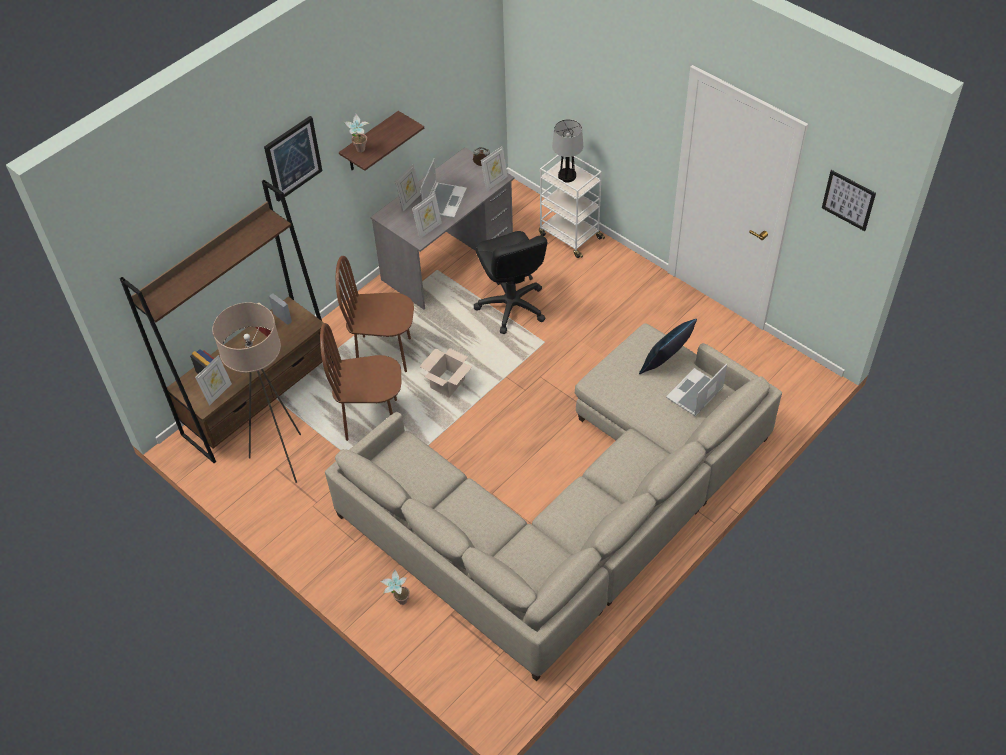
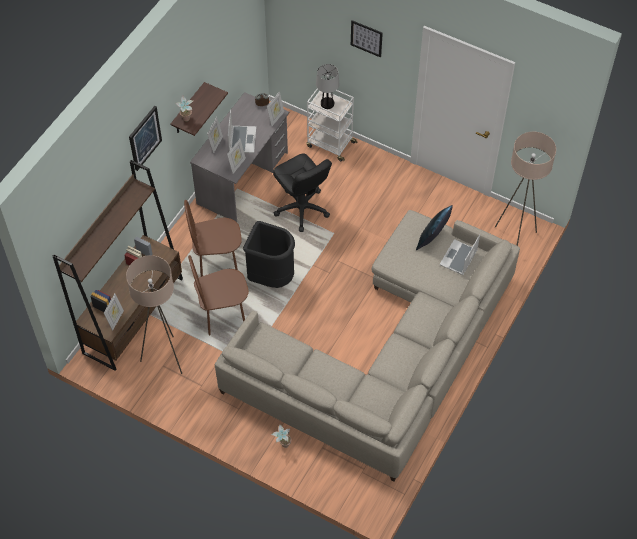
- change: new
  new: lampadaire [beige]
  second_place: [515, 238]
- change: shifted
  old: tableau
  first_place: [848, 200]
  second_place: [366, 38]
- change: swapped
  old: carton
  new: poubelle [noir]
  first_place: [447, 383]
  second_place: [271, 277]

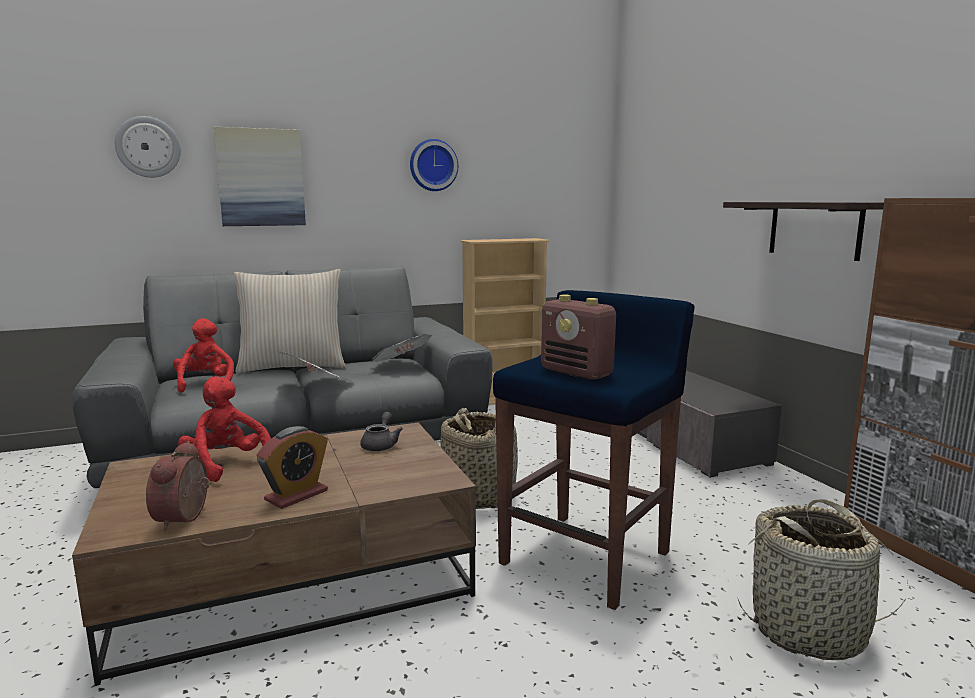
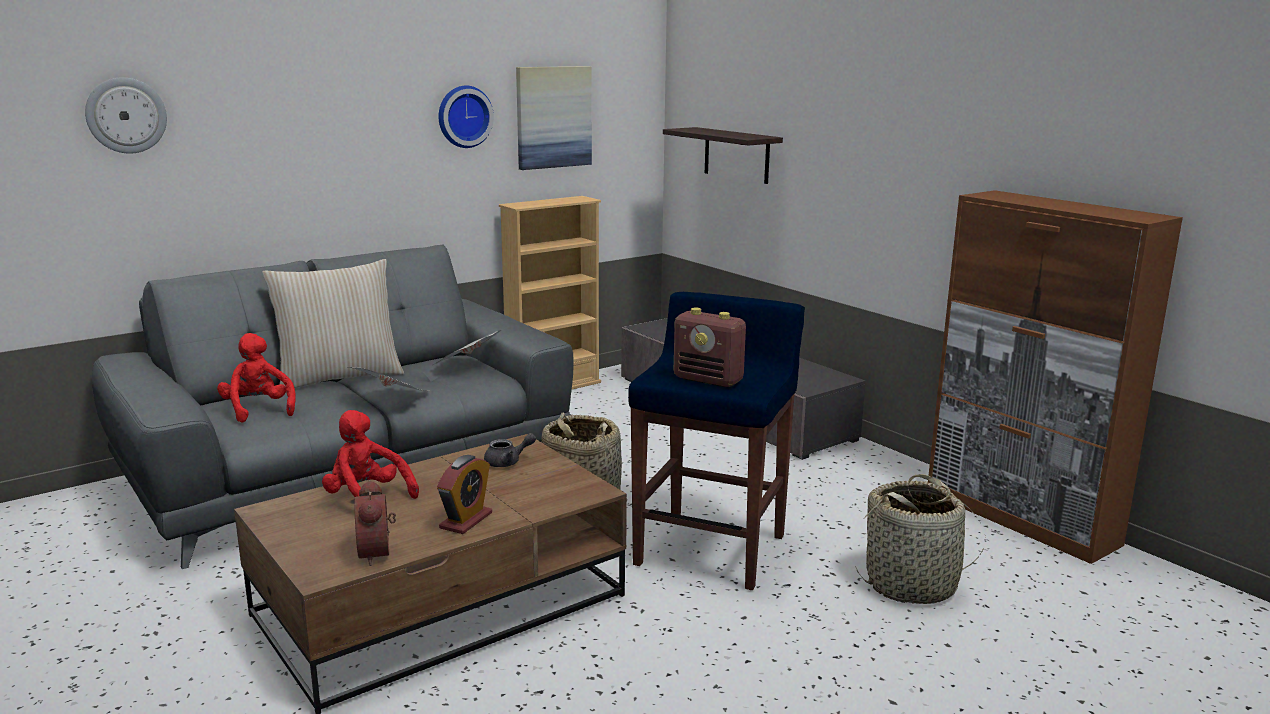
- change: shifted
  old: tableau
  first_place: [261, 177]
  second_place: [553, 117]
- change: shifted
  old: étagère
  first_place: [814, 229]
  second_place: [736, 155]
- change: rotated
  old: théière [gris]
  first_place: [381, 445]
  second_place: [508, 462]
  degrees: 75

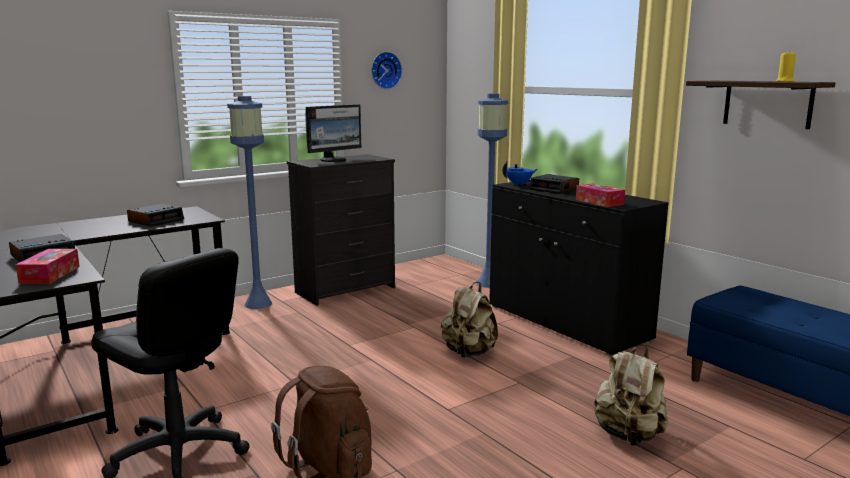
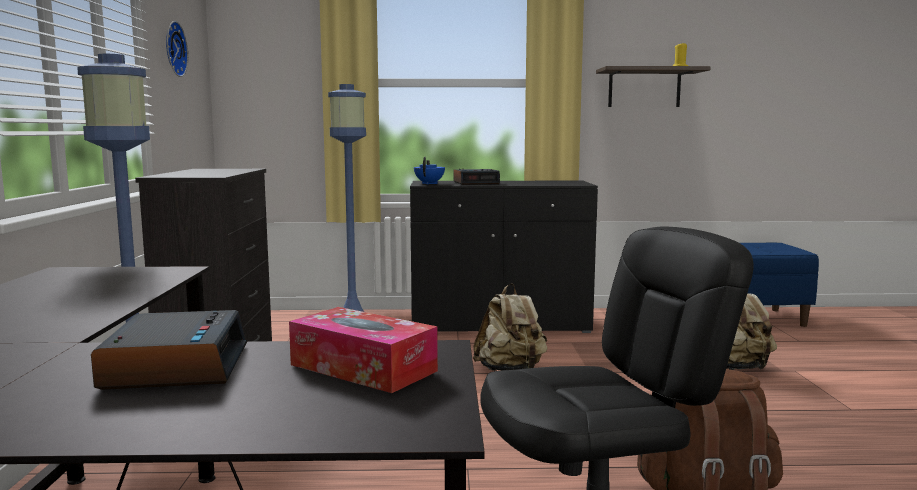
- change: gone
  old: réveil
  first_place: [156, 220]
- change: gone
  old: écran d'ordinateur
  first_place: [334, 160]
- change: gone
  old: boîte à mouchoirs
  first_place: [599, 202]

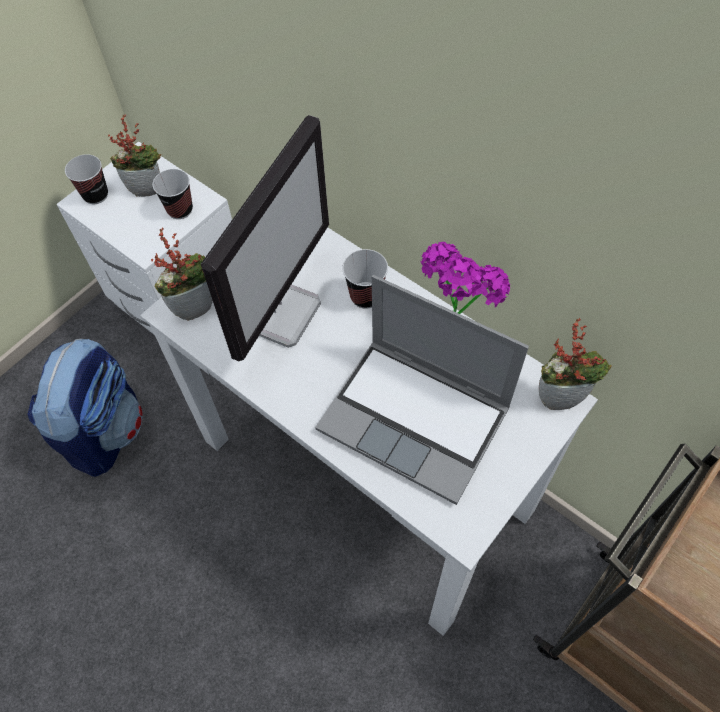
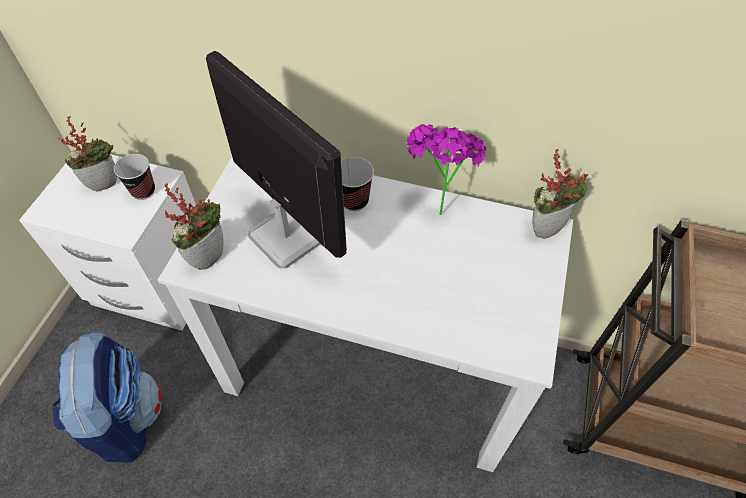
- change: gone
  old: tasse
  first_place: [96, 195]
- change: gone
  old: ordinateur portable
  first_place: [416, 419]
- change: rotated
  old: écran d'ordinateur
  first_place: [279, 311]
  second_place: [286, 235]
  degrees: -45

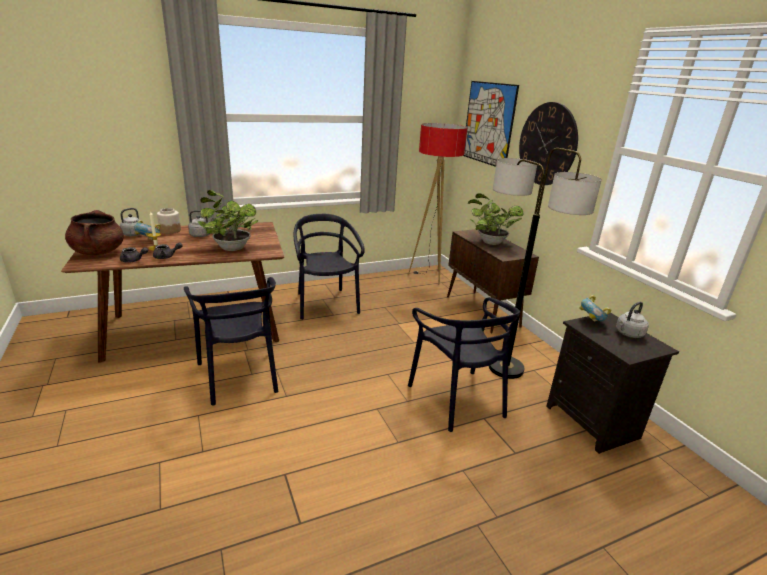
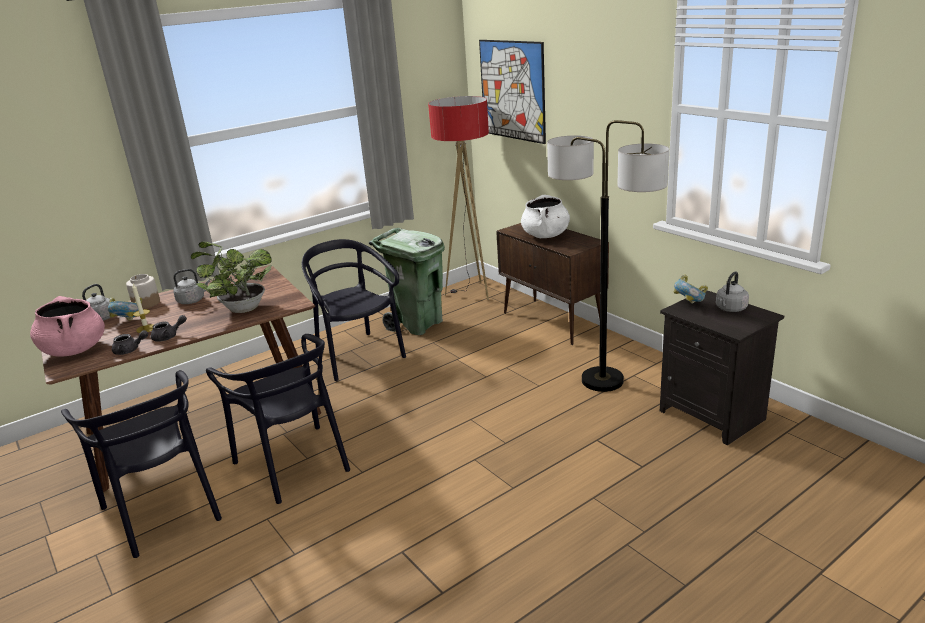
- change: gone
  old: horloge murale
  first_place: [547, 144]
- change: new
  new: poubelle [vert]
  second_place: [417, 324]
- change: shifted
  old: chaise [noir]
  first_place: [457, 399]
  second_place: [165, 510]
- change: swapped
  old: plante en pot
  new: marmite [blanc]
  first_place: [489, 242]
  second_place: [545, 235]
- change: repainted
  old: marmite [marron]
  new: marmite [rose]
  first_place: [98, 252]
  second_place: [74, 350]

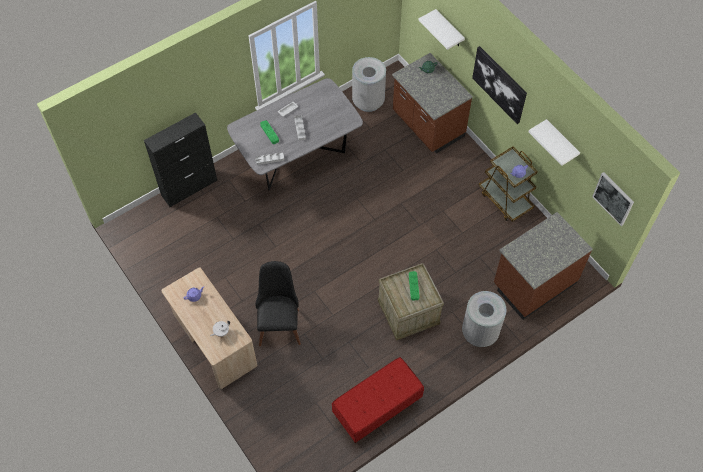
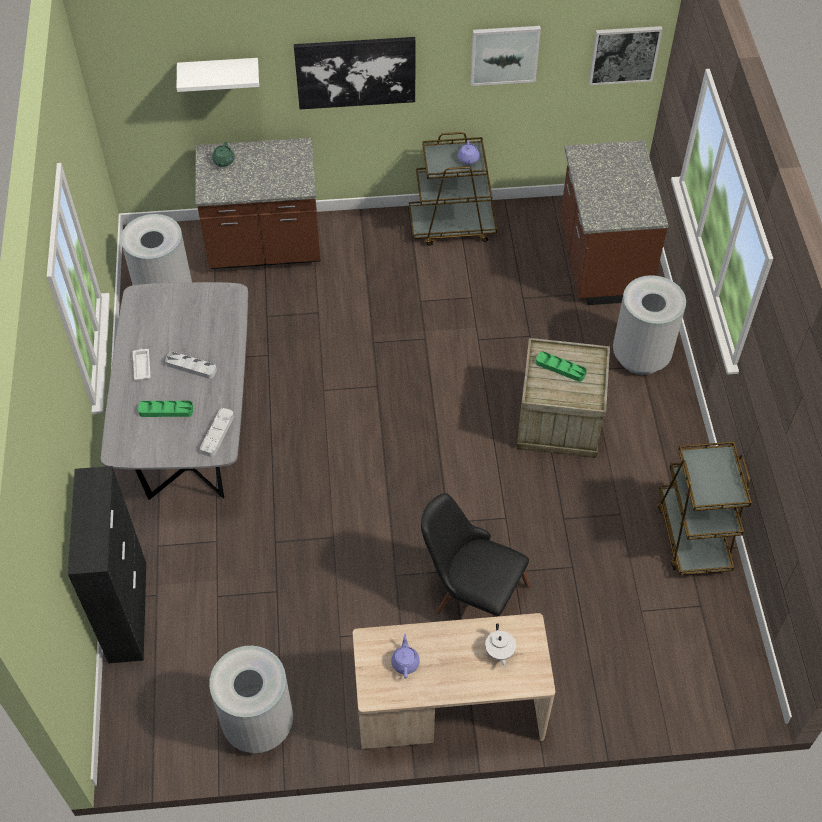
- change: new
  new: poubelle [gris]
  second_place: [258, 723]
- change: swapped
  old: banc [rouge]
  new: chariot [marron]
  first_place: [377, 408]
  second_place: [693, 535]
- change: swapped
  old: étagère [blanc]
  new: tableau
  first_place: [561, 141]
  second_place: [504, 54]

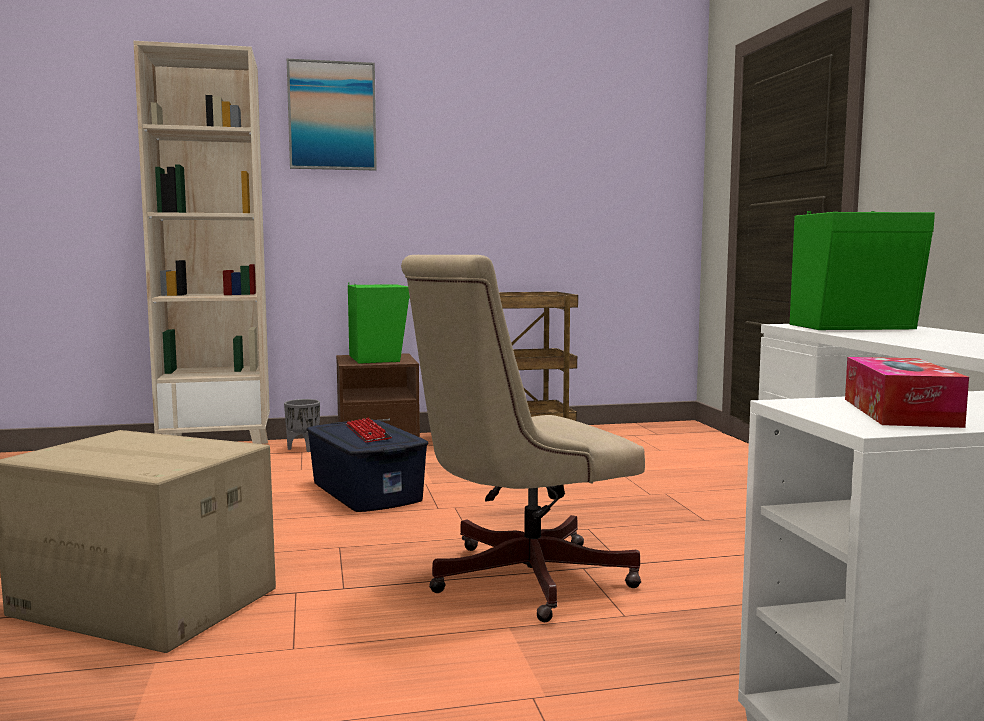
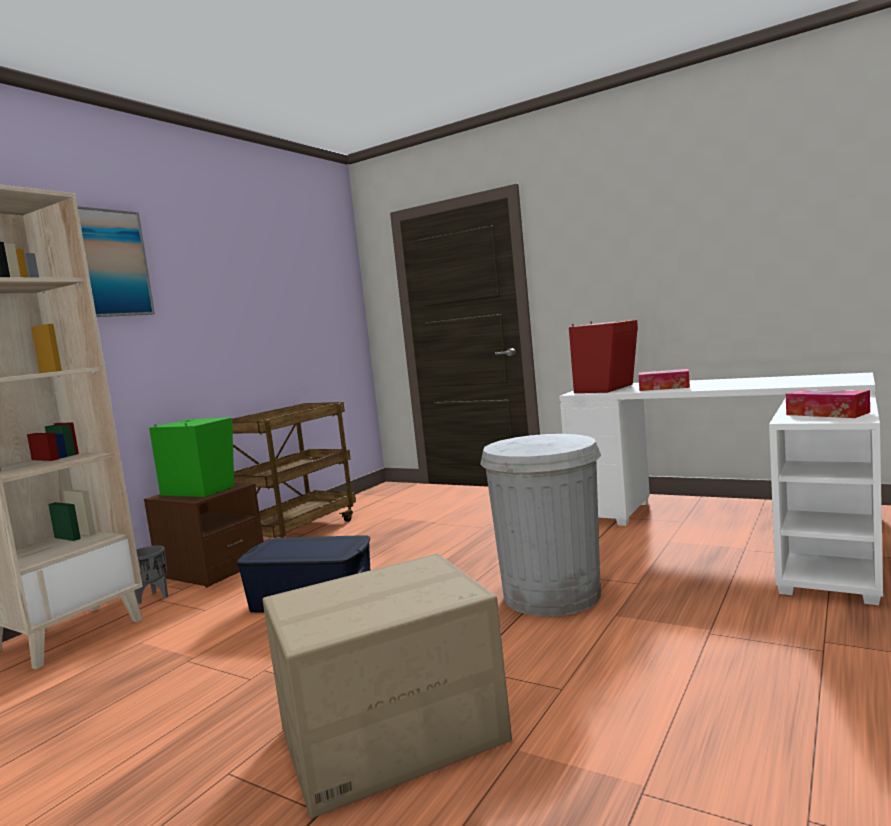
- change: gone
  old: clavier
  first_place: [367, 433]
- change: new
  new: boîte à mouchoirs
  second_place: [664, 387]
- change: swapped
  old: chaise de bureau [beige]
  new: poubelle [blanc]
  first_place: [516, 579]
  second_place: [551, 595]
- change: repainted
  old: enceinte [vert]
  new: enceinte [rouge]
  first_place: [856, 327]
  second_place: [607, 388]

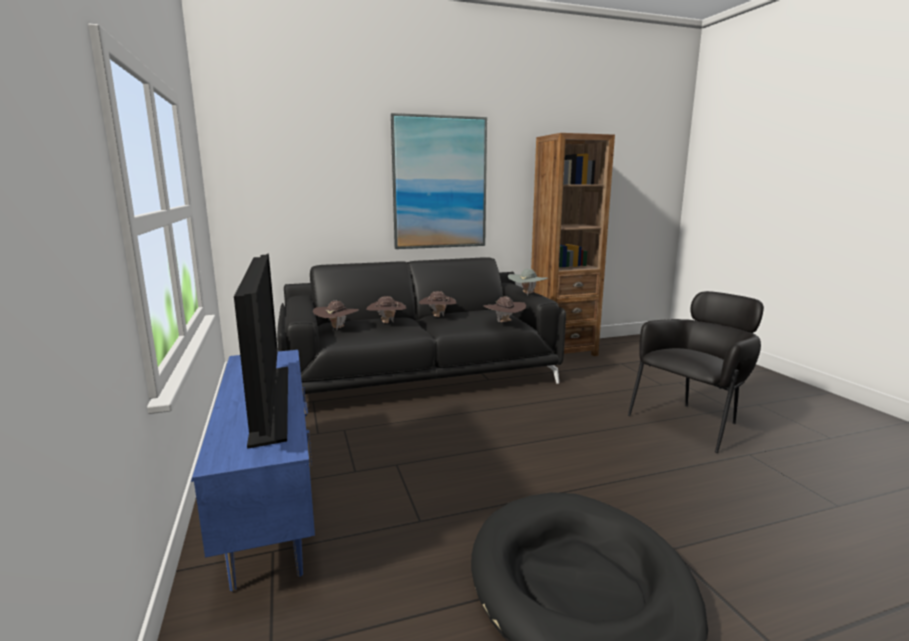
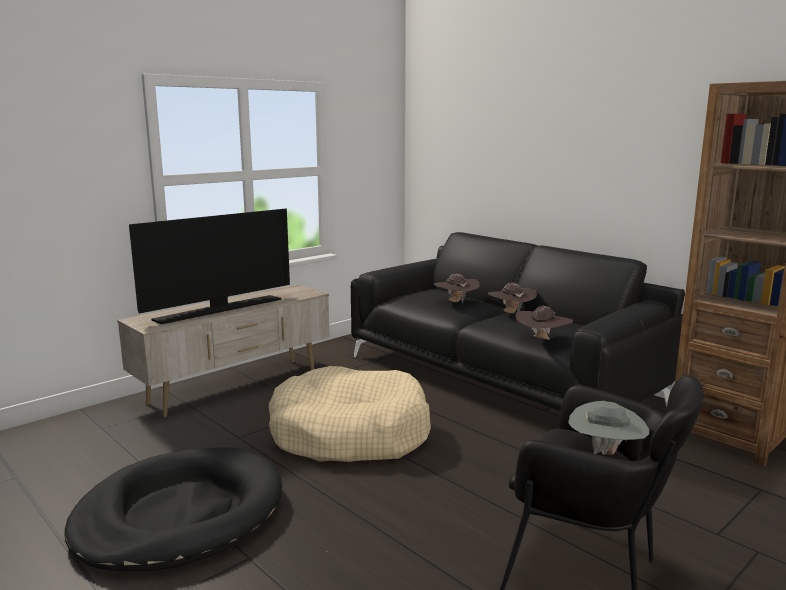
- change: gone
  old: chapeau [marron]
  first_place: [337, 328]
- change: gone
  old: tableau
  first_place: [439, 183]
- change: new
  new: panier pour chien [beige]
  second_place: [349, 434]
- change: shifted
  old: chapeau [gris]
  first_place: [527, 293]
  second_place: [606, 452]
- change: repainted
  old: meuble télé [bleu]
  new: meuble télé [beige]
  first_place: [271, 503]
  second_place: [236, 387]

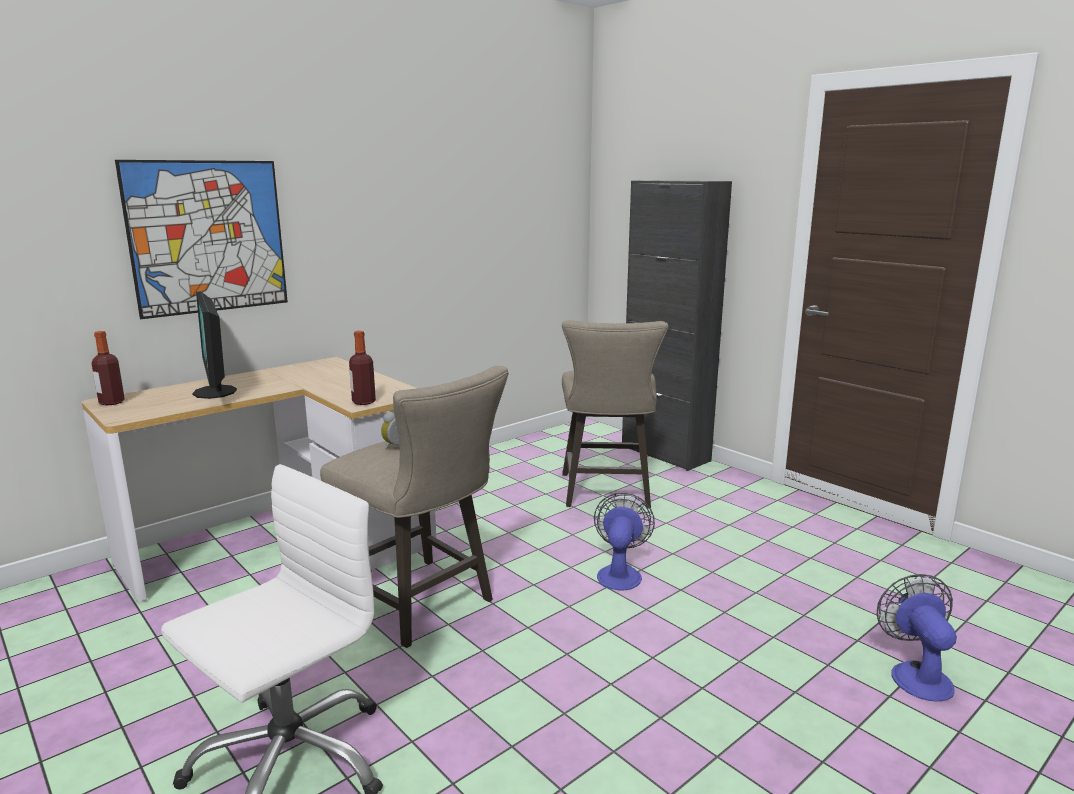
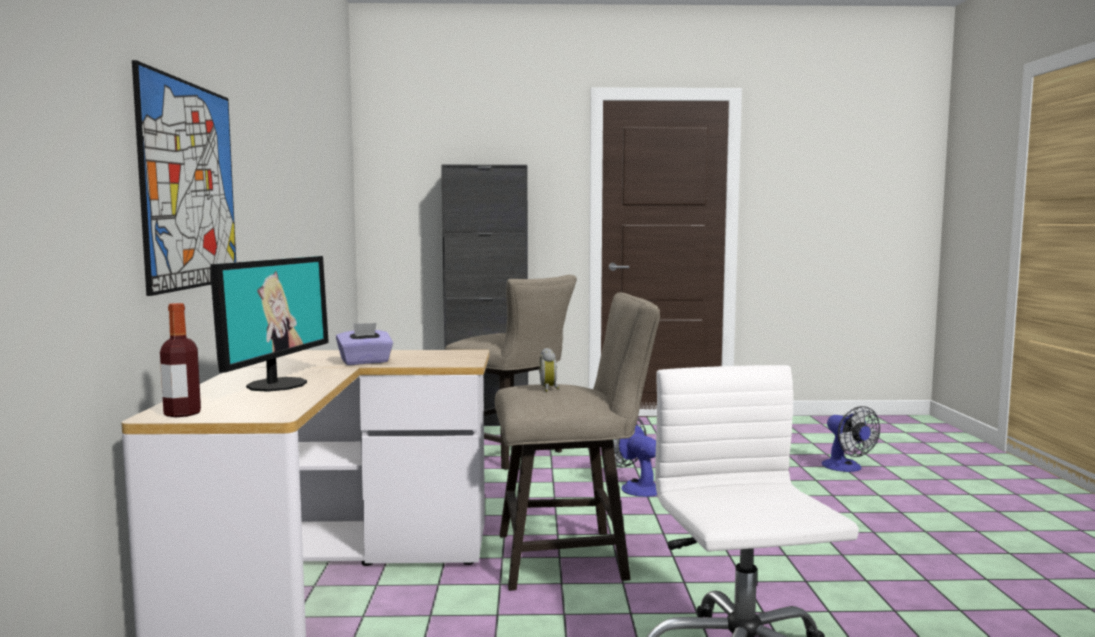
- change: gone
  old: bouteille
  first_place: [363, 402]
- change: new
  new: boîte à mouchoirs [violet]
  second_place: [365, 362]
- change: rotated
  old: écran d'ordinateur
  first_place: [216, 392]
  second_place: [275, 384]
  degrees: -90
- change: rotated
  old: ventilateur
  first_place: [916, 674]
  second_place: [846, 468]
  degrees: -150

